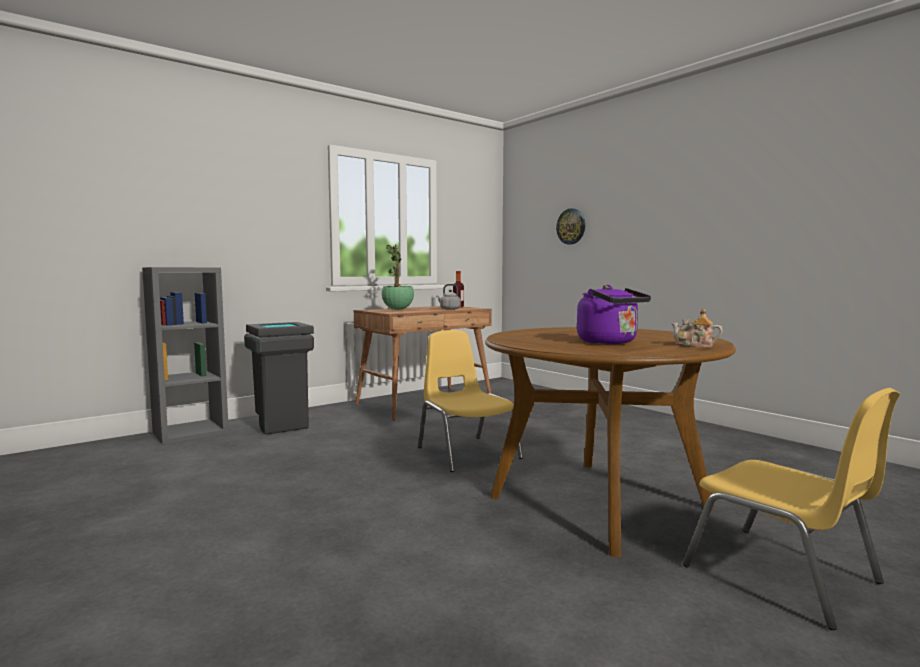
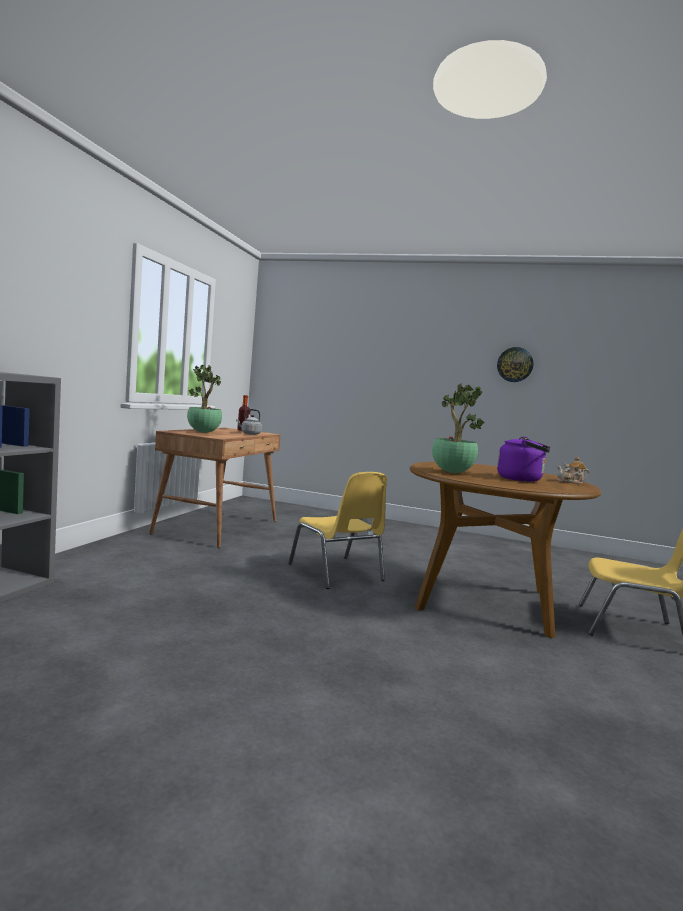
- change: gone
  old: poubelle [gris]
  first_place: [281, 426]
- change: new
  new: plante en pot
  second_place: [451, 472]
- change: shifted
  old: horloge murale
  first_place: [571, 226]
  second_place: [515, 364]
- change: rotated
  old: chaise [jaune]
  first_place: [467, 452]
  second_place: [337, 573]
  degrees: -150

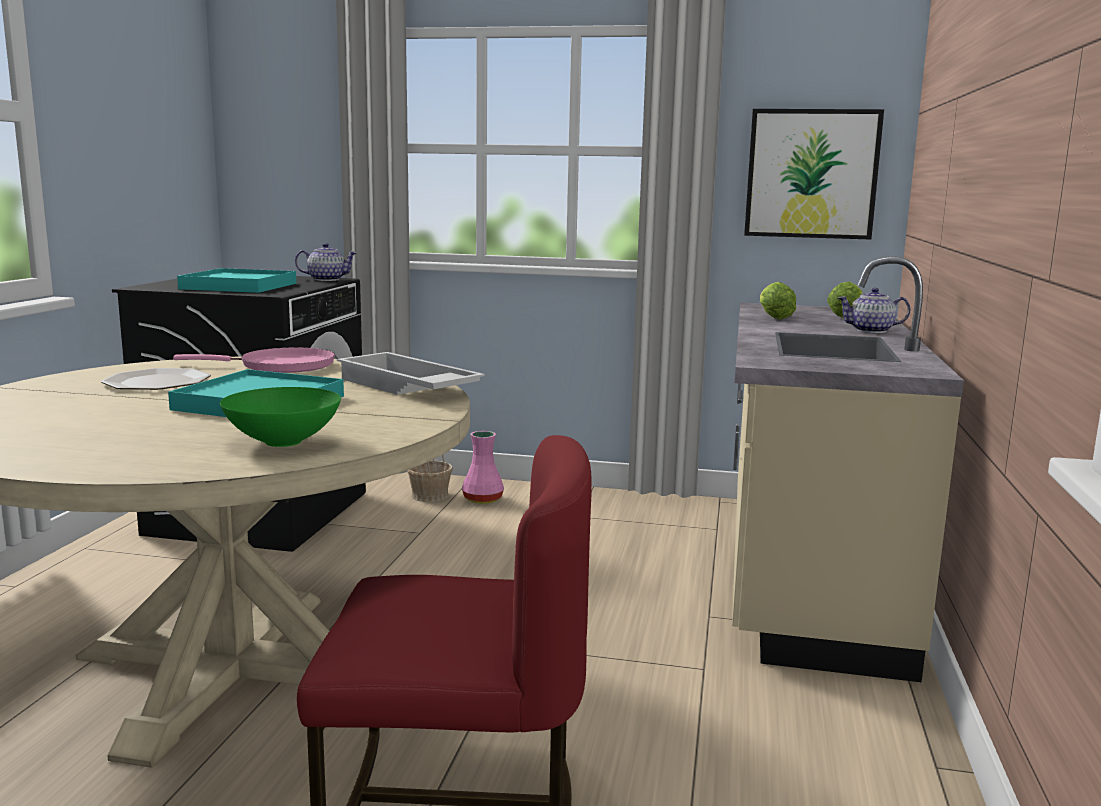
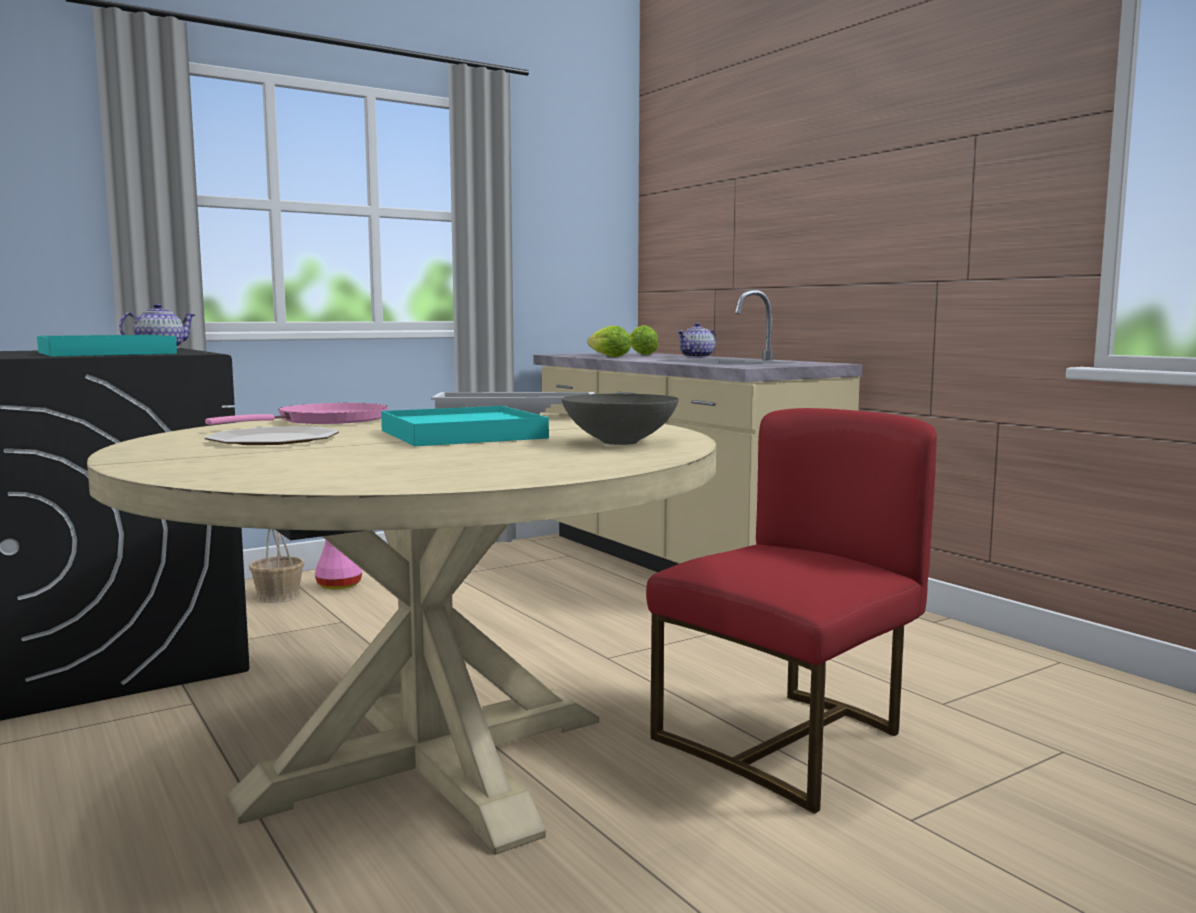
- change: gone
  old: tableau
  first_place: [811, 174]
- change: repainted
  old: bol [vert]
  new: bol [gris]
  first_place: [283, 441]
  second_place: [618, 442]

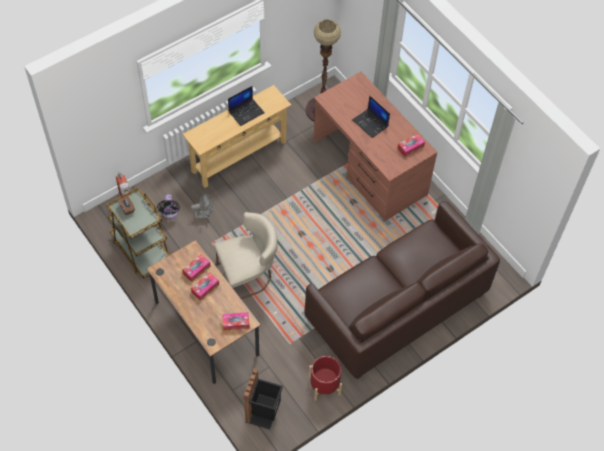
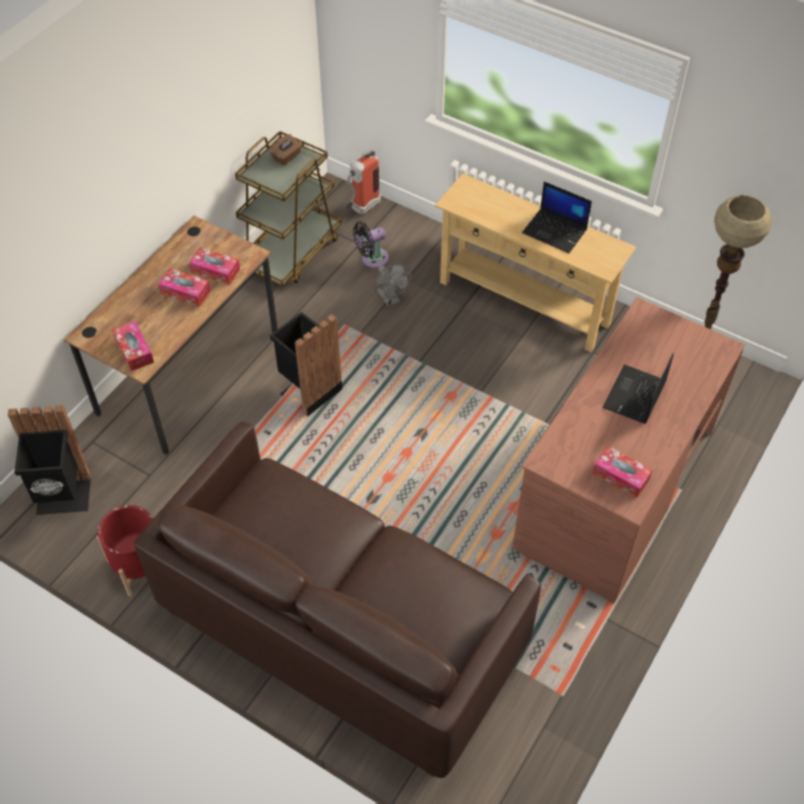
- change: swapped
  old: chaise [beige]
  new: poubelle [noir]
  first_place: [248, 274]
  second_place: [308, 390]

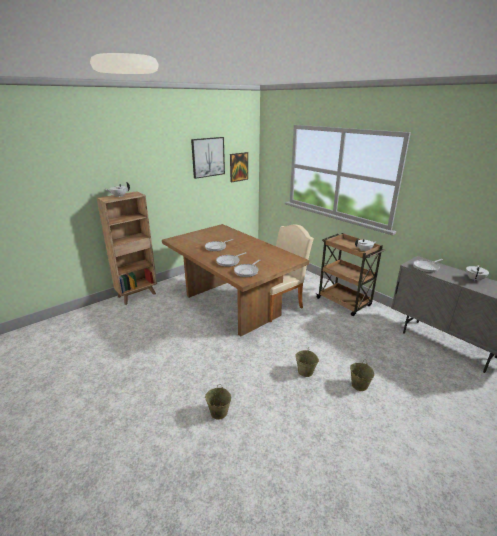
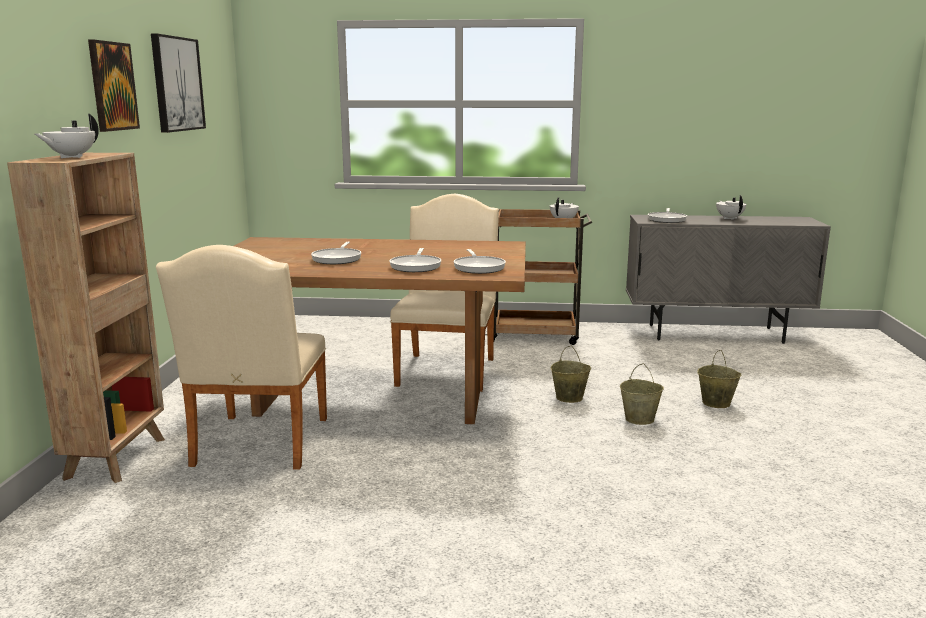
- change: new
  new: chaise [beige]
  second_place: [258, 445]
- change: shifted
  old: seau [beige]
  first_place: [218, 412]
  second_place: [568, 397]
- change: shifted
  old: tableau
  first_place: [238, 167]
  second_place: [112, 86]

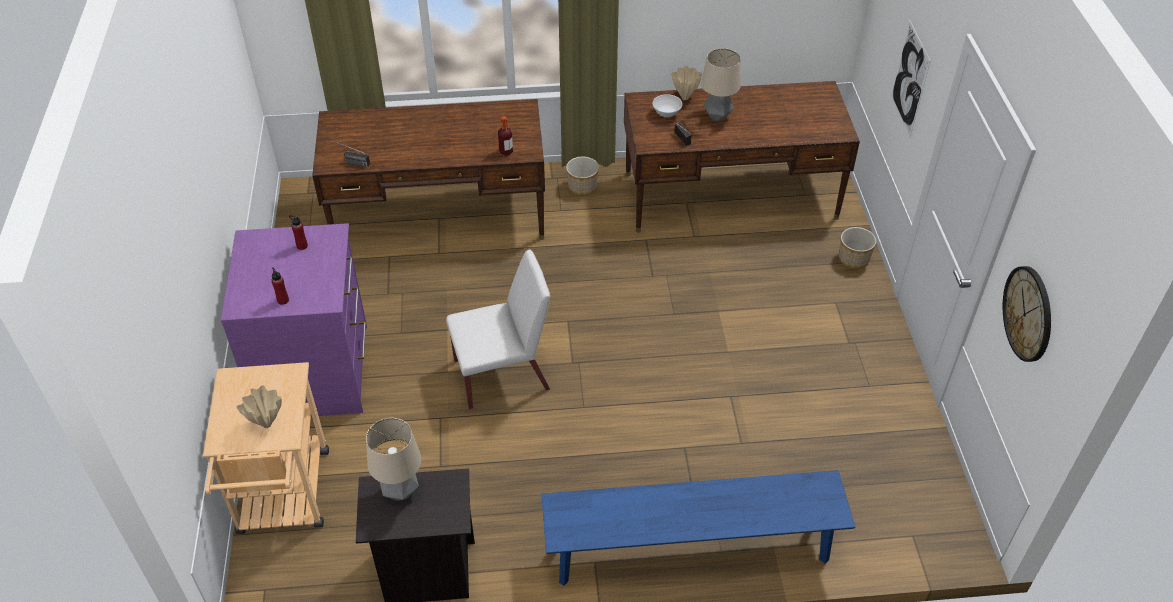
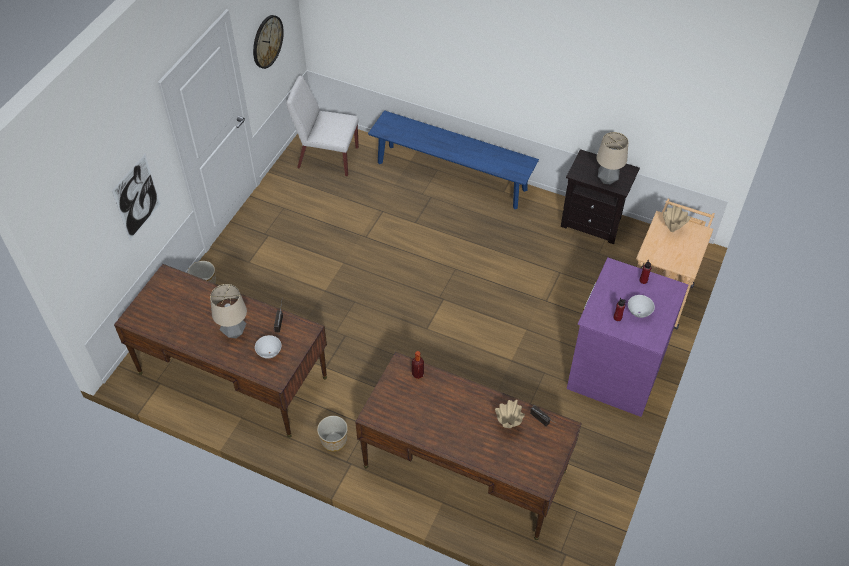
- change: new
  new: bol [blanc]
  second_place: [638, 312]
- change: shifted
  old: chaise [blanc]
  first_place: [503, 374]
  second_place: [327, 157]
- change: shifted
  old: vase [beige]
  first_place: [685, 97]
  second_place: [508, 425]

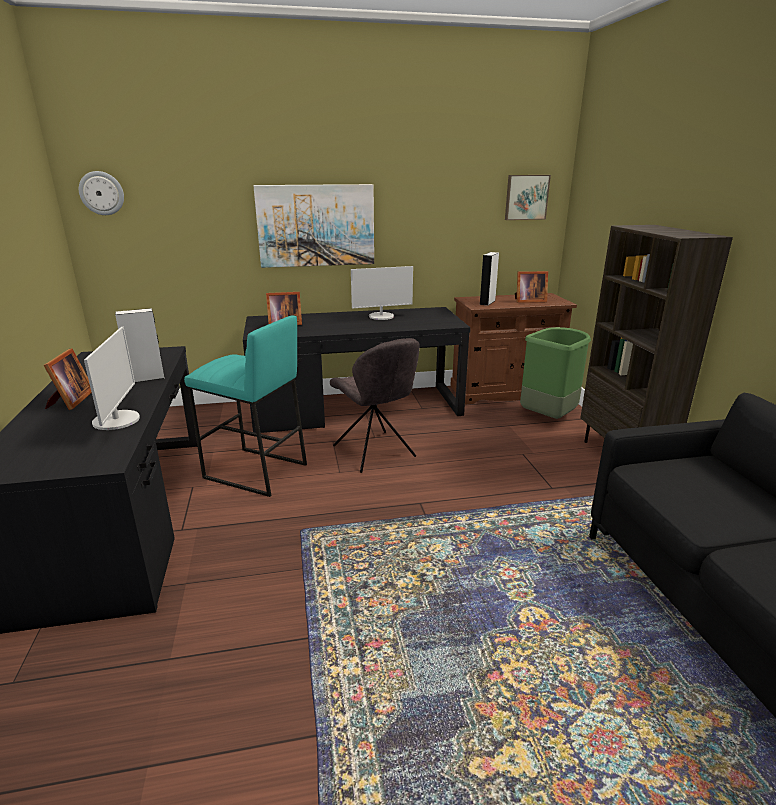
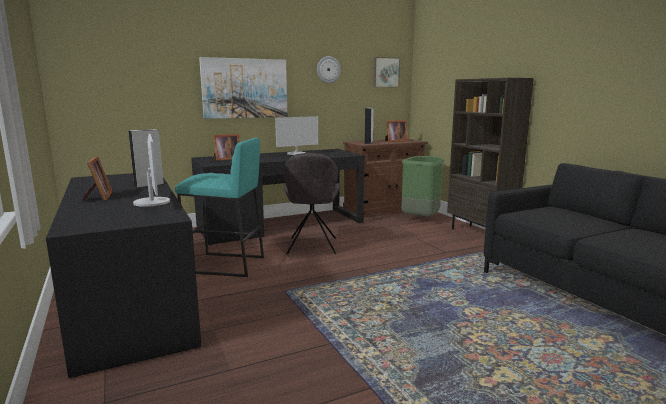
- change: shifted
  old: horloge murale
  first_place: [102, 193]
  second_place: [328, 69]
- change: rotated
  old: chaise [gris]
  first_place: [375, 453]
  second_place: [312, 247]
  degrees: 45

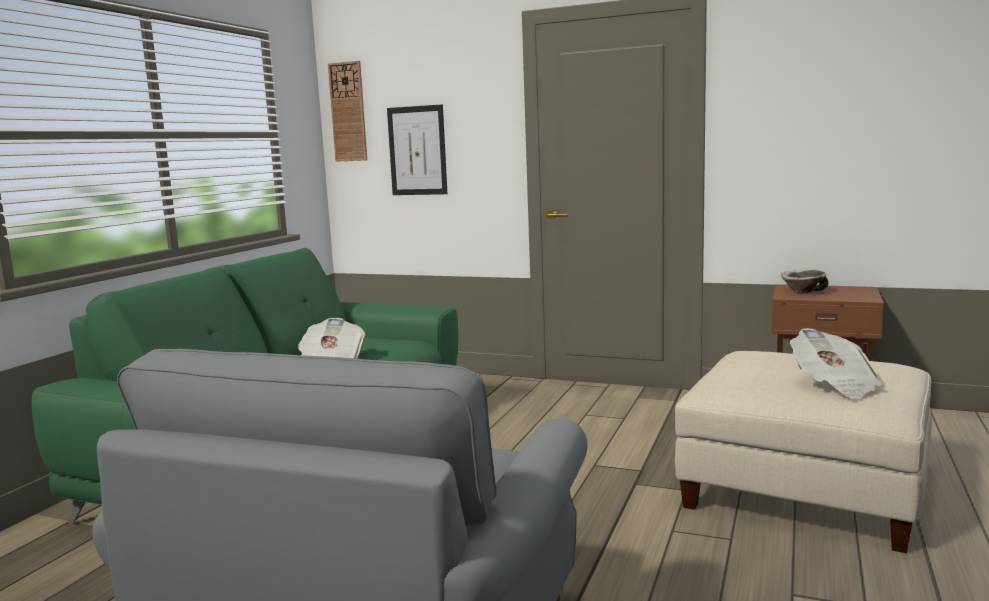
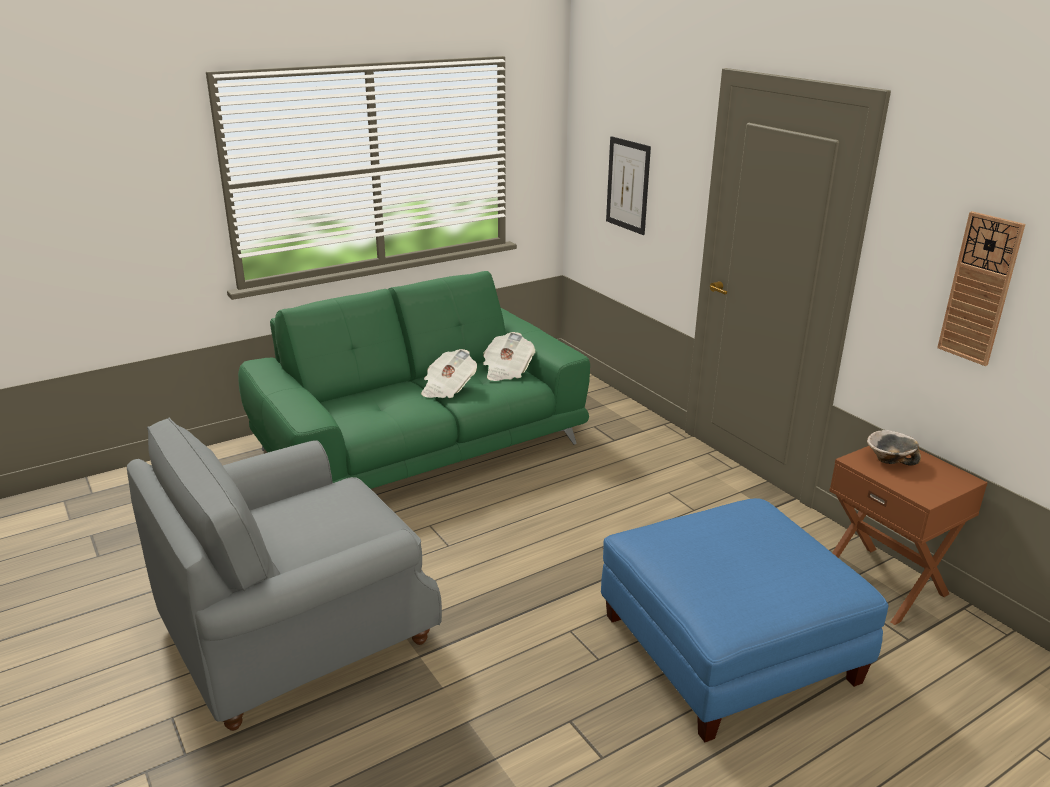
- change: shifted
  old: horloge murale
  first_place: [348, 112]
  second_place: [980, 289]
- change: shifted
  old: journal
  first_place: [834, 385]
  second_place: [506, 371]
- change: repainted
  old: pouf [beige]
  new: pouf [bleu]
  first_place: [805, 487]
  second_place: [728, 648]

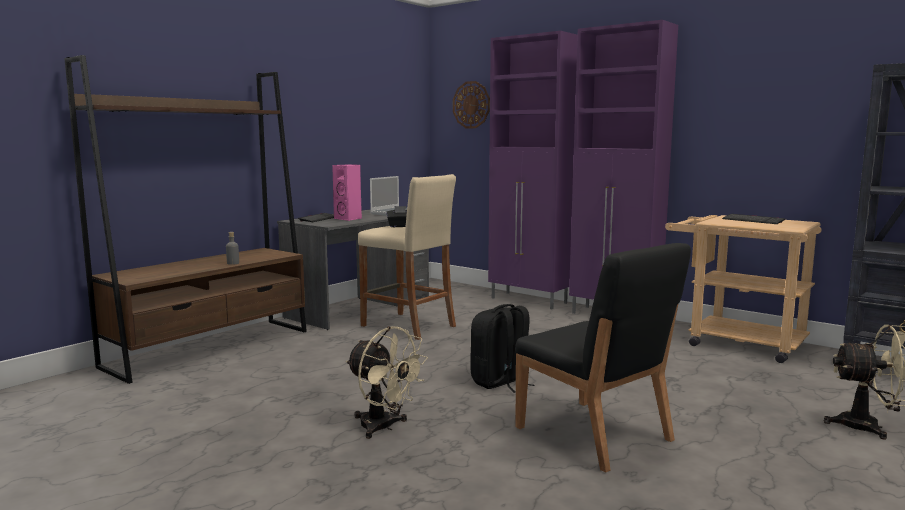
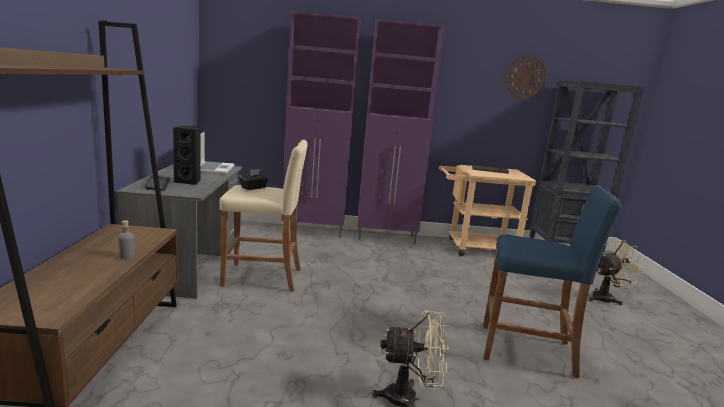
- change: gone
  old: sac à dos [noir]
  first_place: [500, 382]
- change: shifted
  old: horloge murale
  first_place: [471, 105]
  second_place: [525, 77]
- change: swapped
  old: chaise [noir]
  new: tabouret [bleu]
  first_place: [594, 434]
  second_place: [526, 350]
- change: repainted
  old: enceinte [rose]
  new: enceinte [noir]
  first_place: [349, 218]
  second_place: [189, 181]

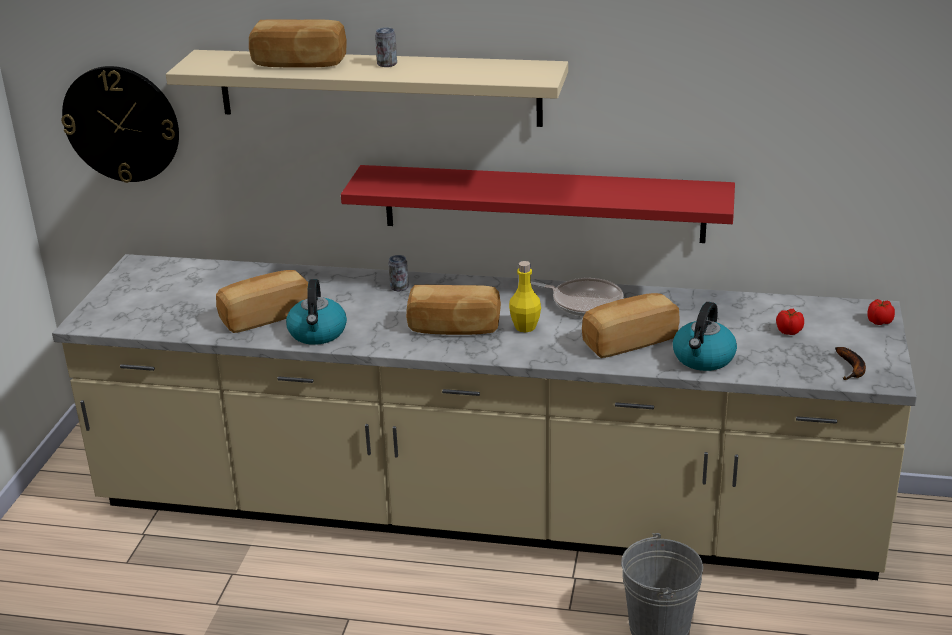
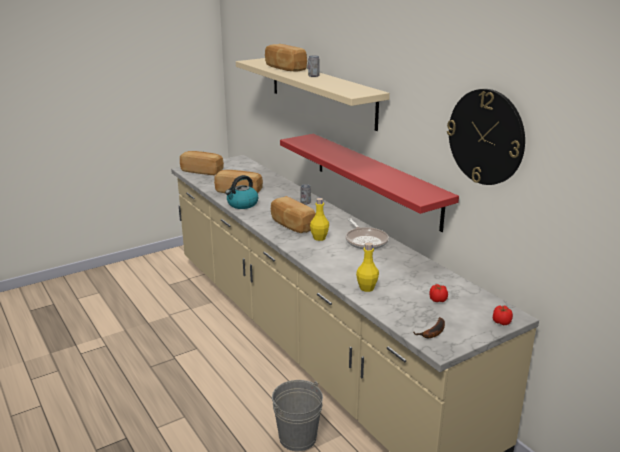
- change: shifted
  old: horloge murale
  first_place: [121, 124]
  second_place: [486, 137]
- change: shifted
  old: pain
  first_place: [628, 341]
  second_place: [202, 171]
- change: swapped
  old: bouilloire
  new: bouteille [jaune]
  first_place: [703, 359]
  second_place: [367, 288]

